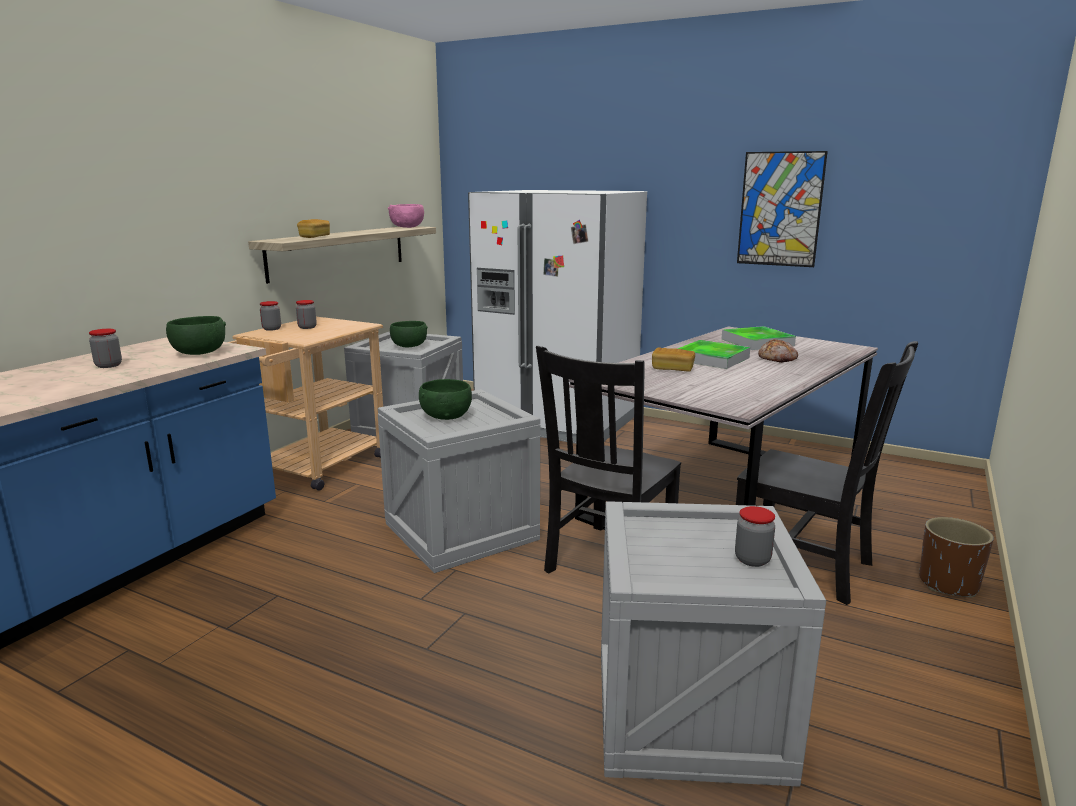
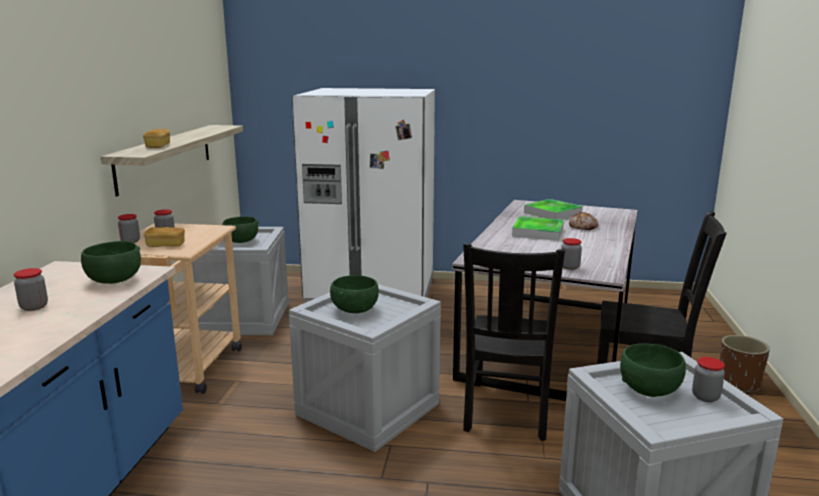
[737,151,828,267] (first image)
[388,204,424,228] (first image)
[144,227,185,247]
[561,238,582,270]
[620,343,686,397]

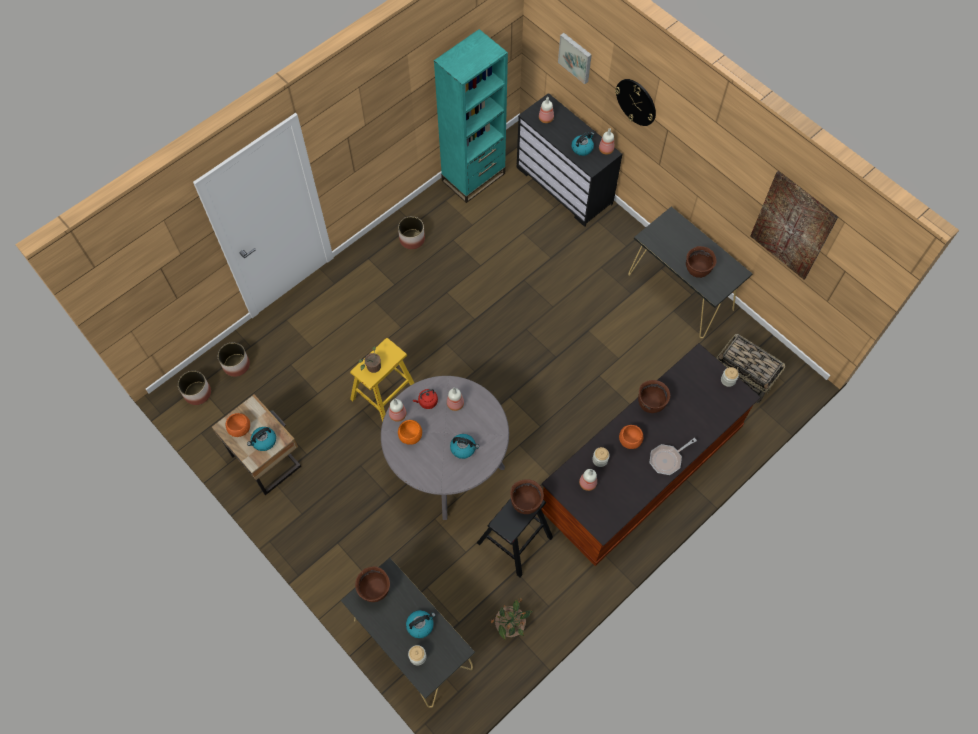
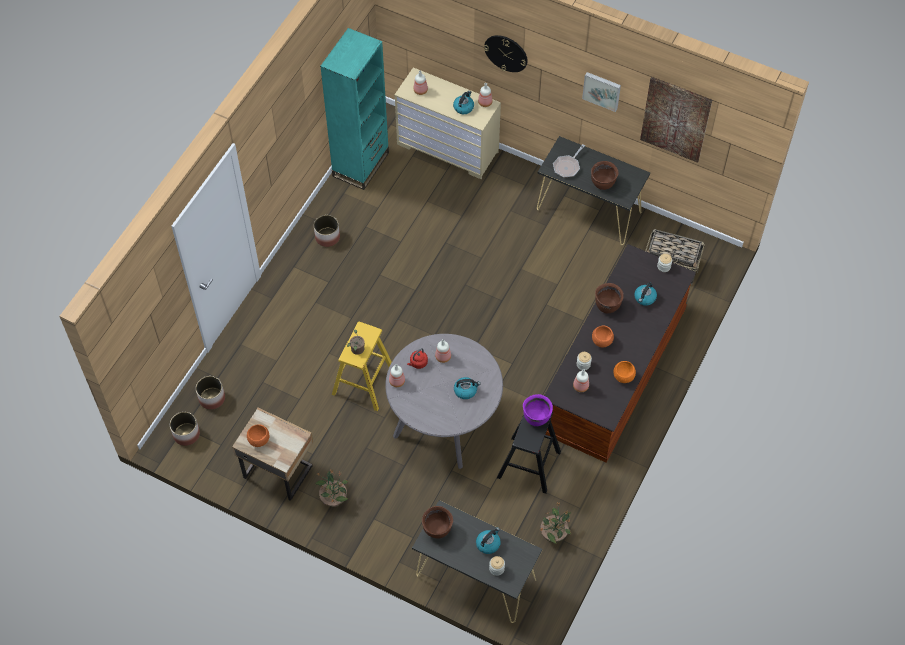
[582,72,621,112]
[394,67,501,179]
[613,361,636,383]
[634,282,657,306]
[553,144,585,178]
[523,394,553,426]
[315,471,348,507]

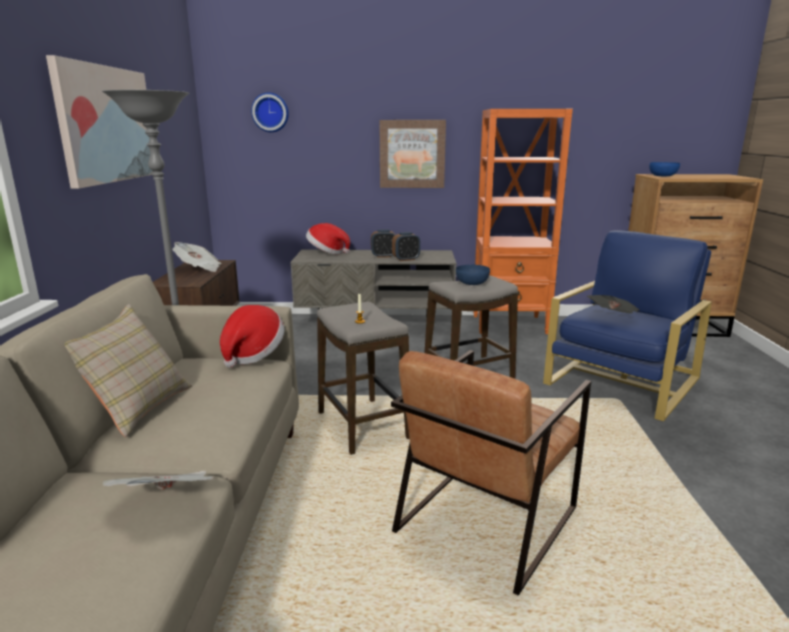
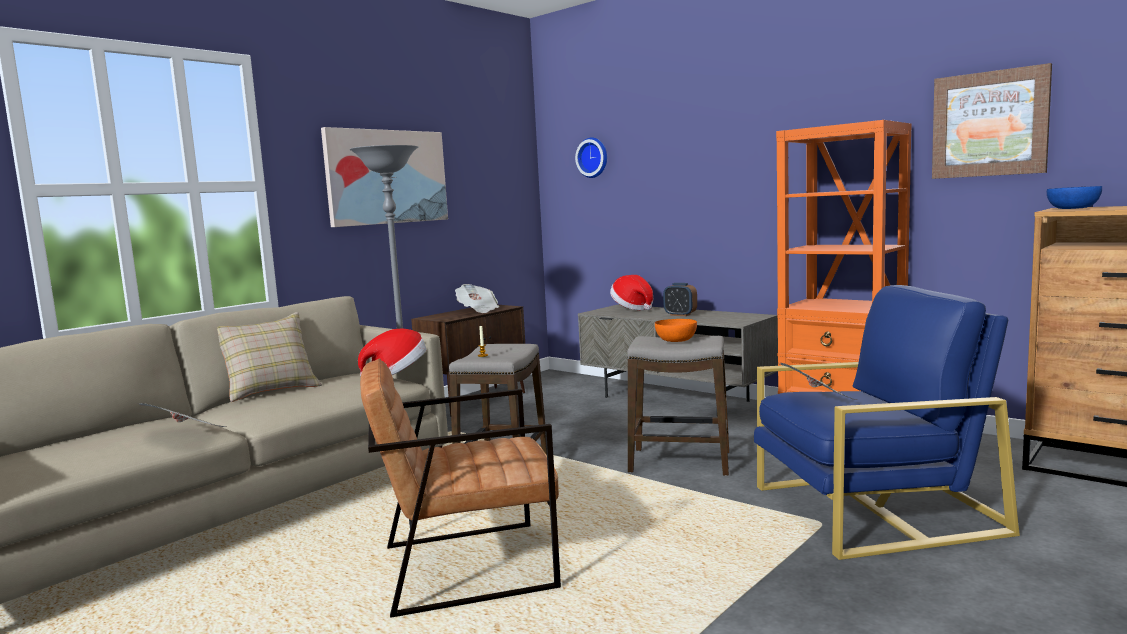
[932,63,1052,179]
[392,232,420,261] (first image)
[655,319,697,342]

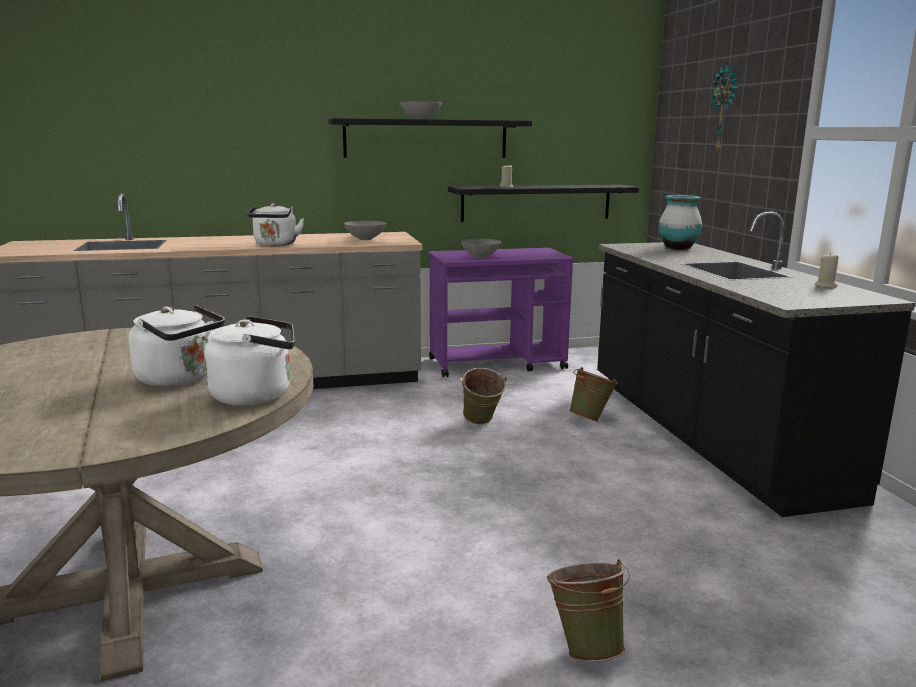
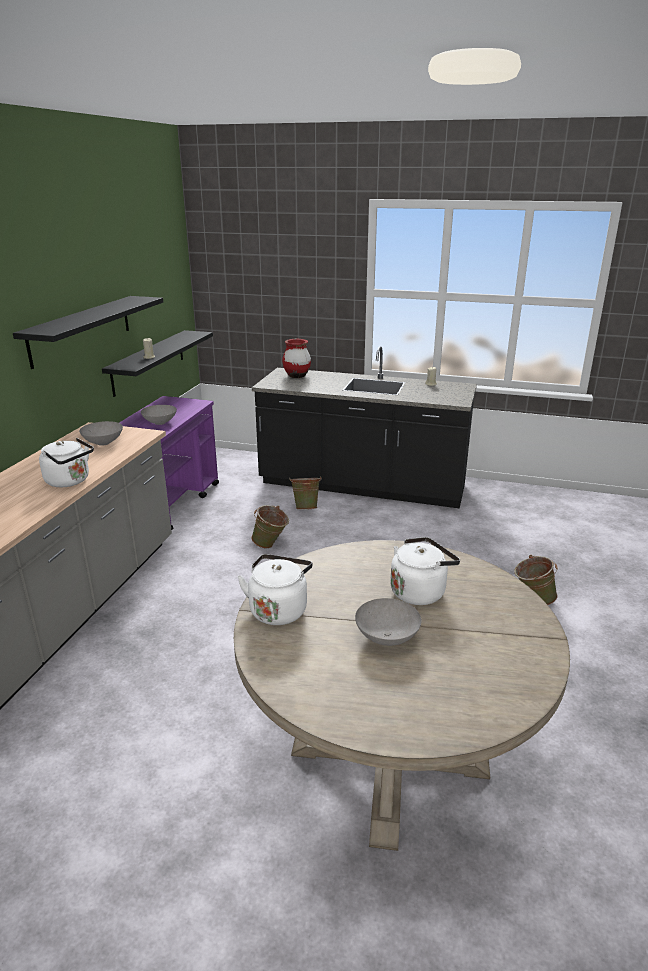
[711,64,738,152] (first image)
[355,598,422,646]
[282,339,311,378]
[237,554,313,625]

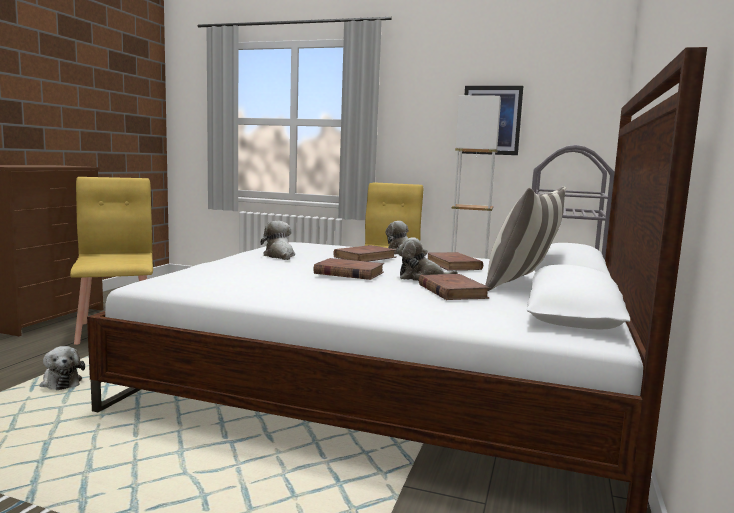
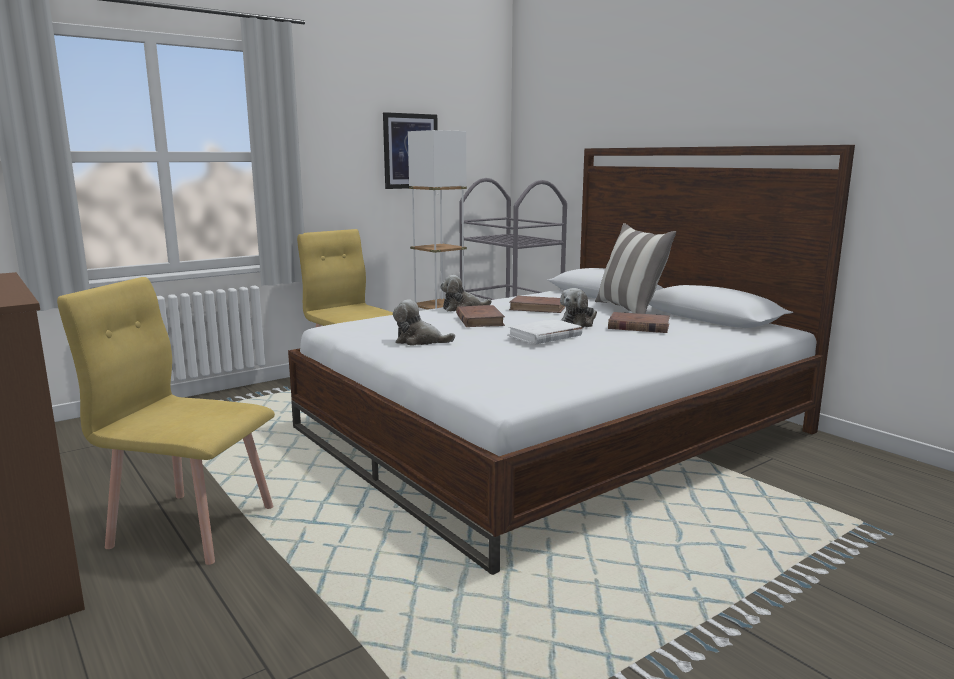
[507,319,582,345]
[40,346,85,390] (first image)

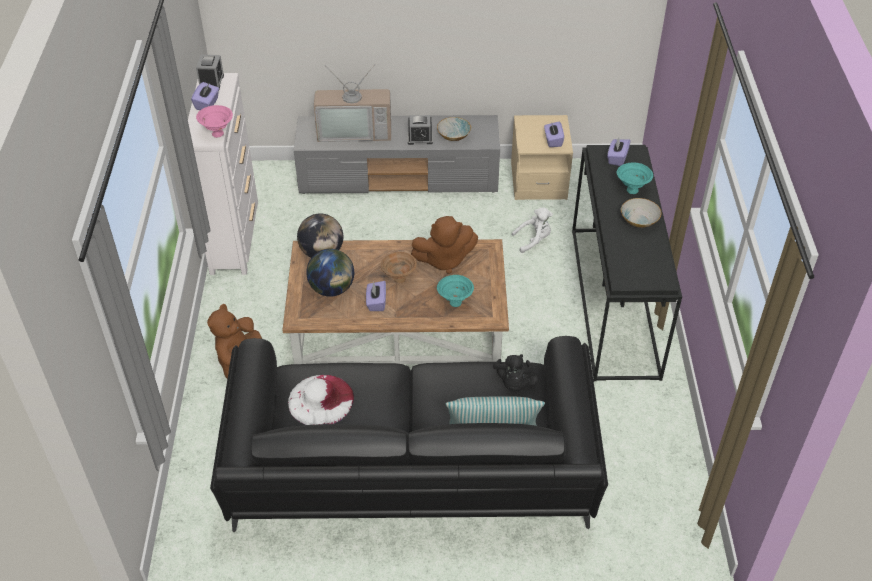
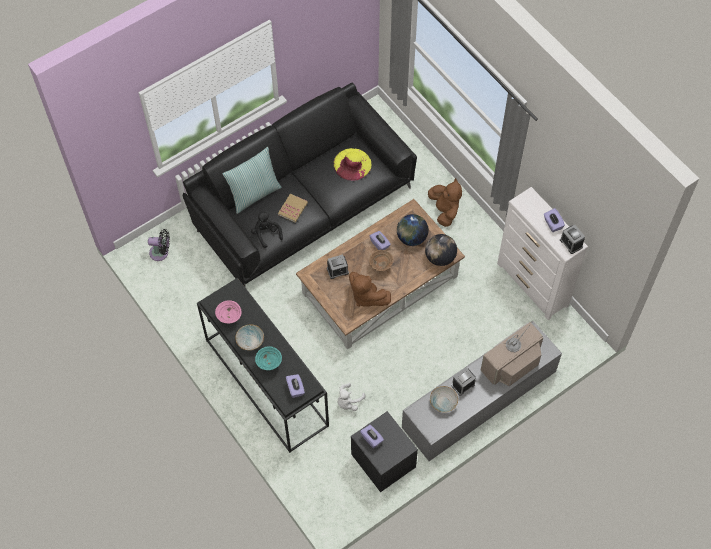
[215,300,241,323]
[351,411,418,492]
[349,272,391,307]
[327,255,349,279]
[334,148,372,181]
[278,194,308,223]
[148,229,170,261]

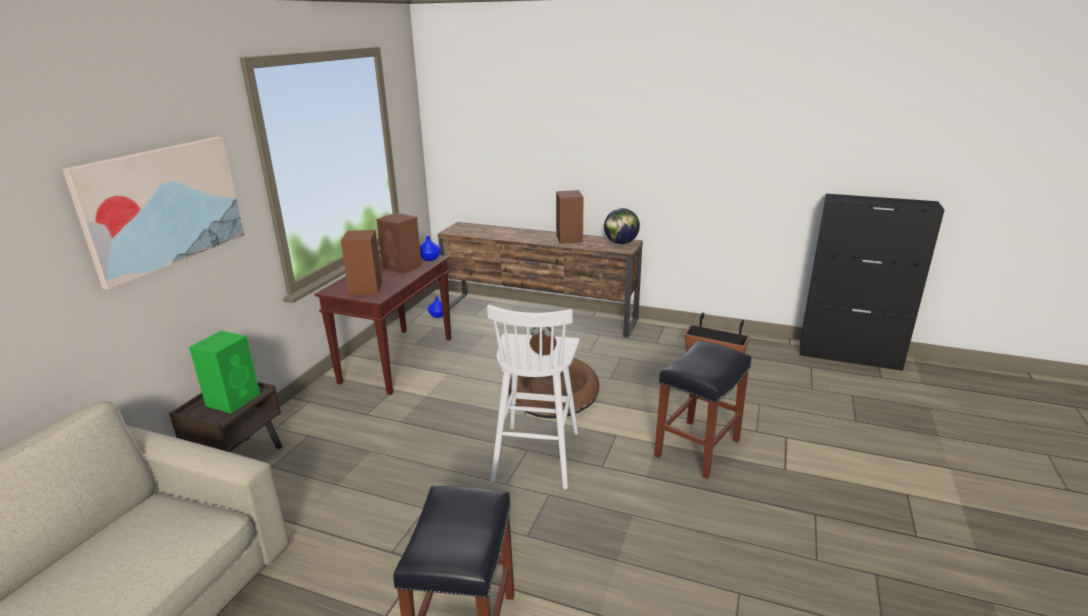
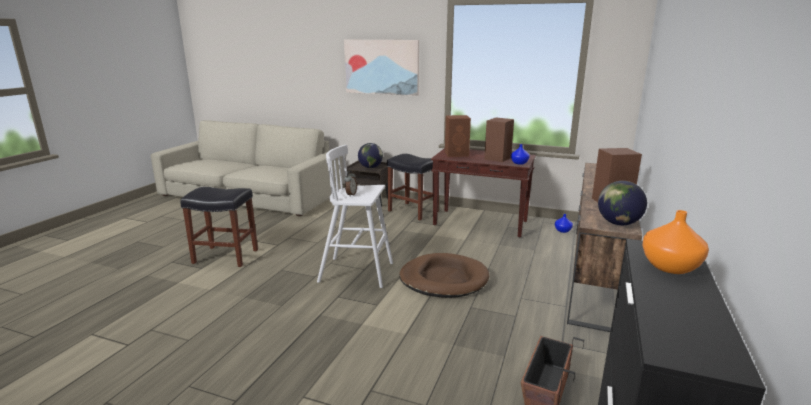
[358,143,383,168]
[387,154,439,220]
[643,210,709,274]

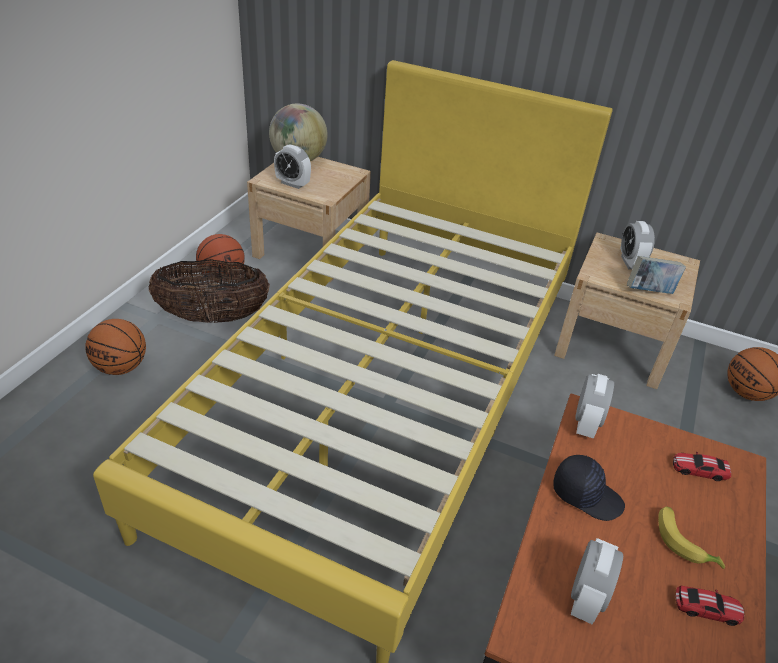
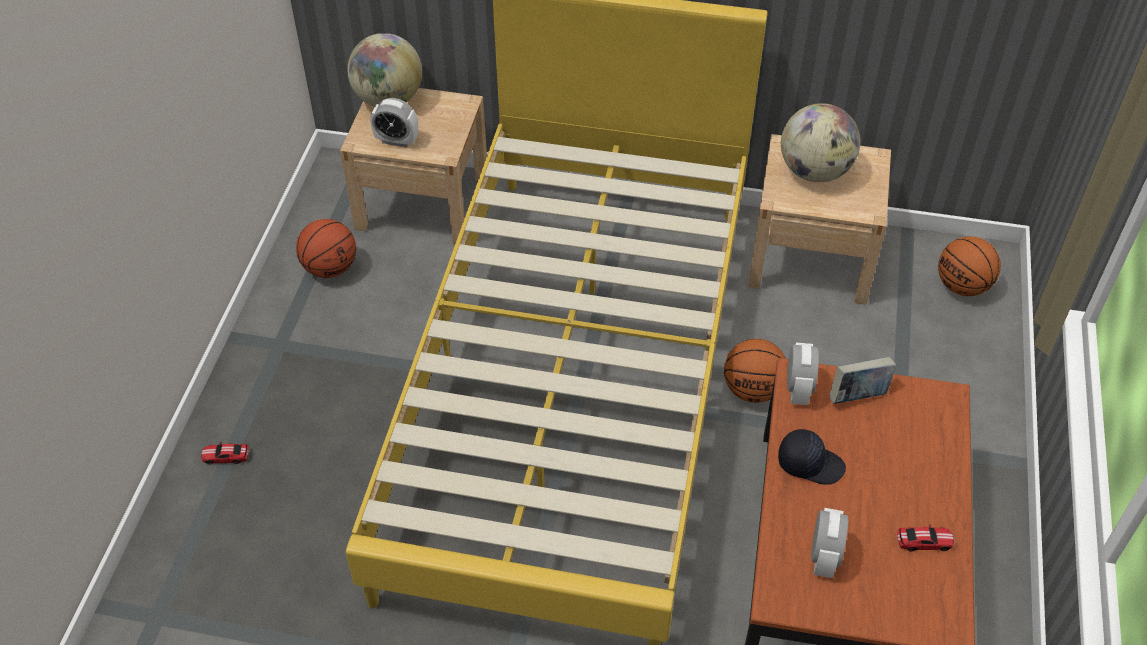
[781,103,860,182]
[829,357,896,404]
[149,259,270,323] (first image)
[724,339,786,403]
[201,442,249,465]
[658,506,725,569] (first image)

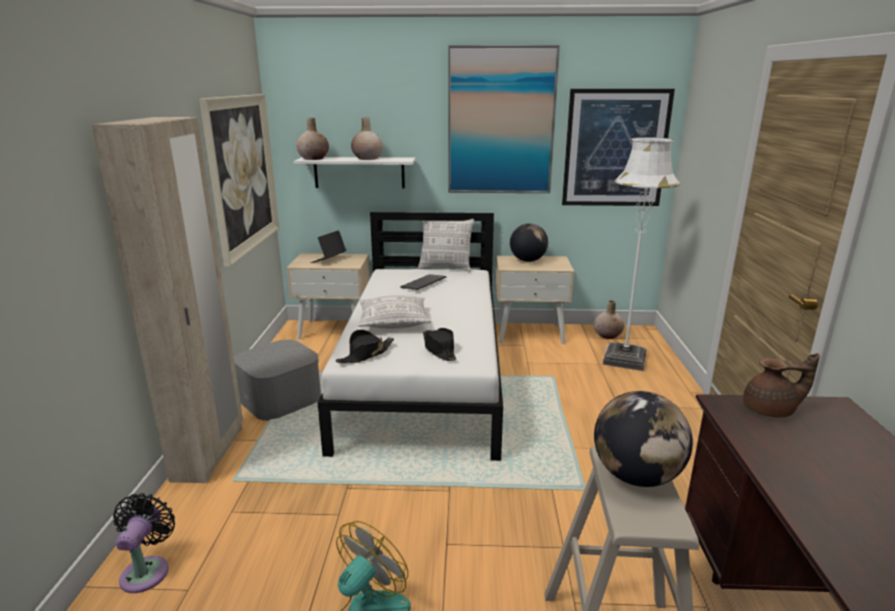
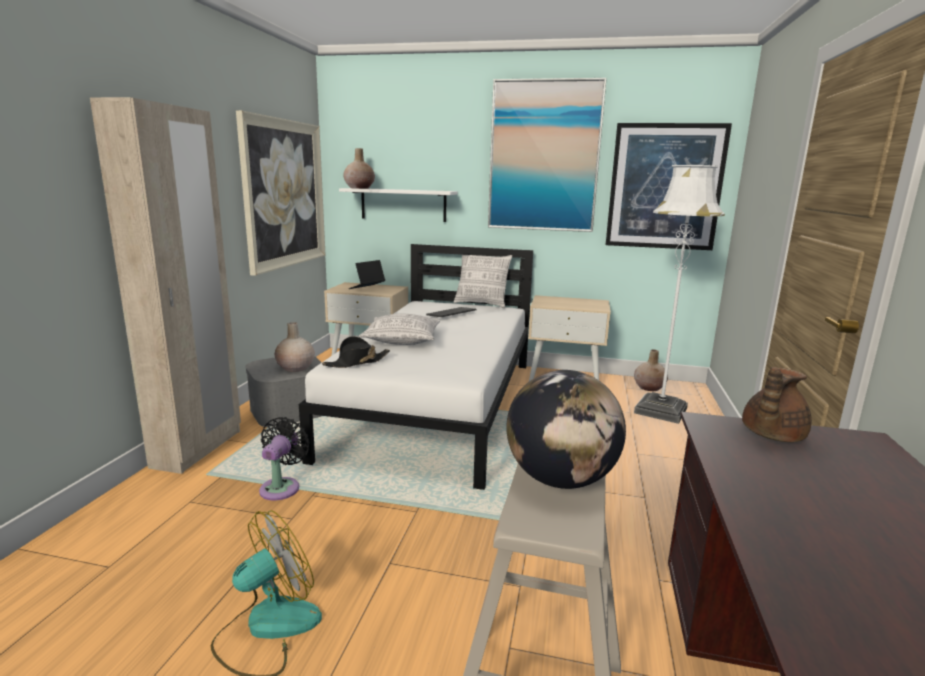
[275,322,315,372]
[510,223,548,262] (first image)
[423,328,456,361] (first image)
[742,367,812,442]
[259,417,310,500]

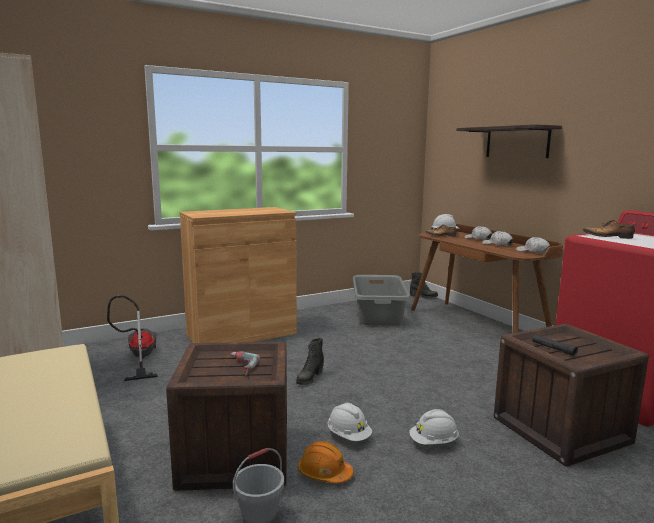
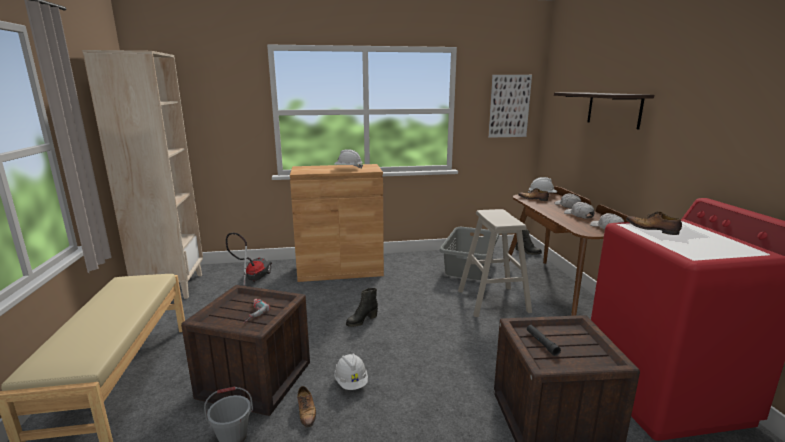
[334,149,363,169]
[297,386,316,427]
[488,75,532,138]
[458,209,532,317]

